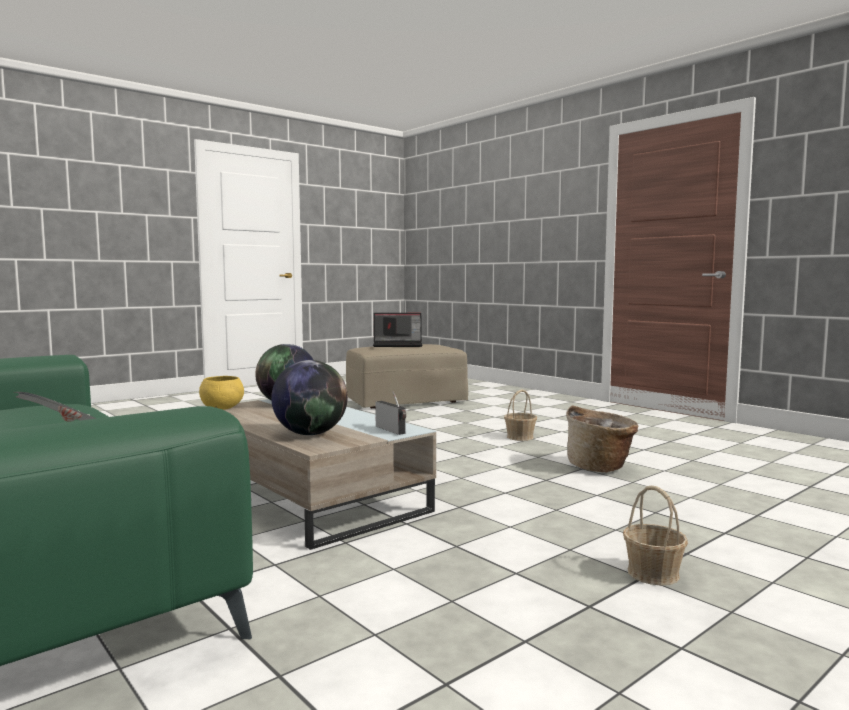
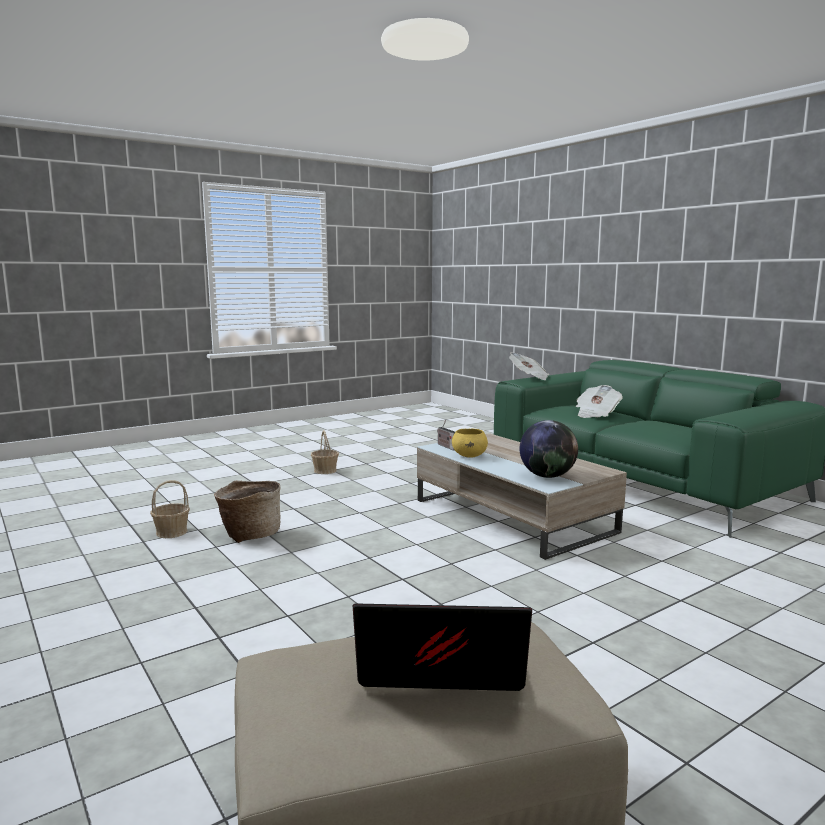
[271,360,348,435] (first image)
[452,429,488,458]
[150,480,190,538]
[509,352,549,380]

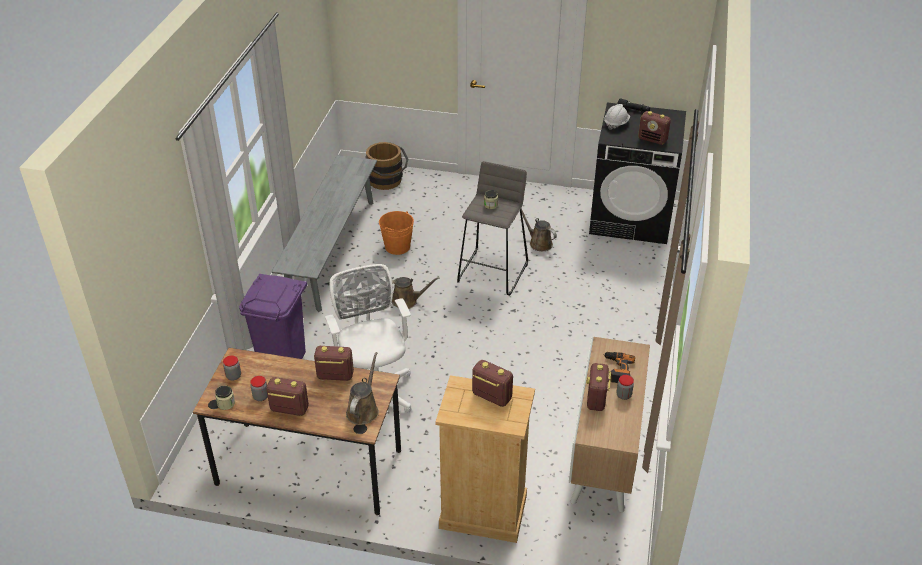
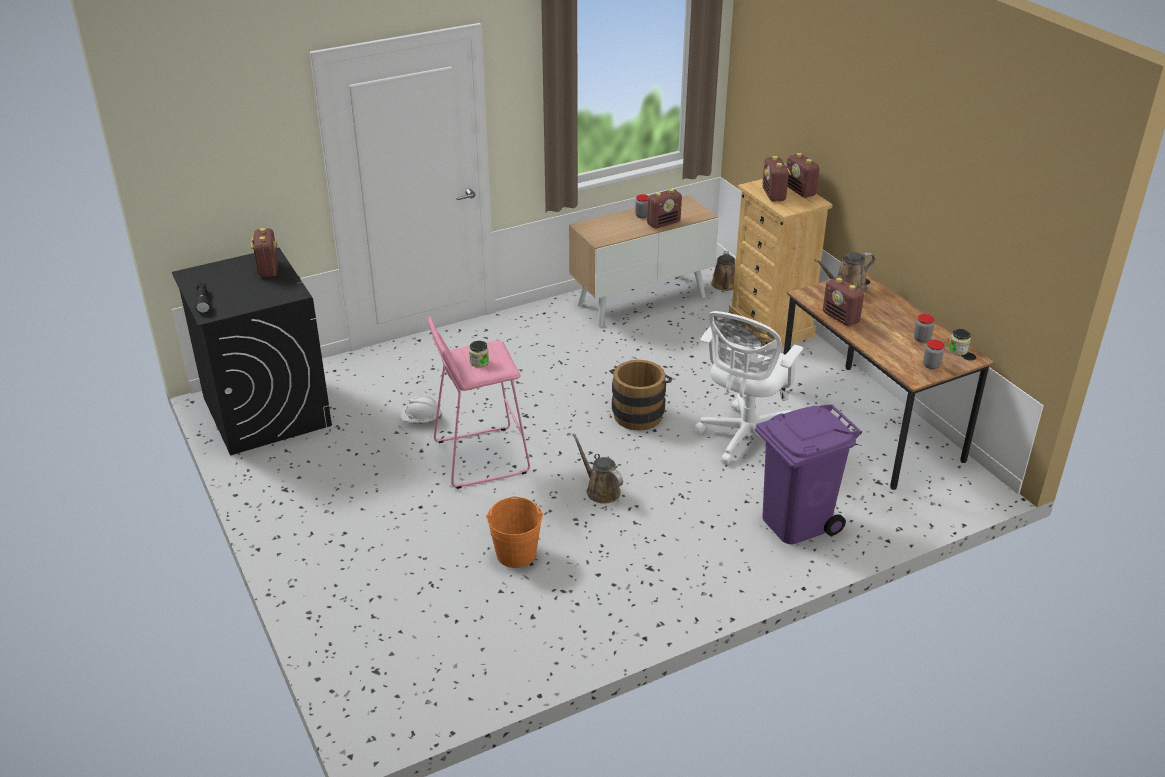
[401,396,442,422]
[609,360,672,431]
[272,155,377,312] (first image)
[428,317,530,489]
[711,251,735,291]
[603,352,635,383] (first image)
[787,153,821,198]

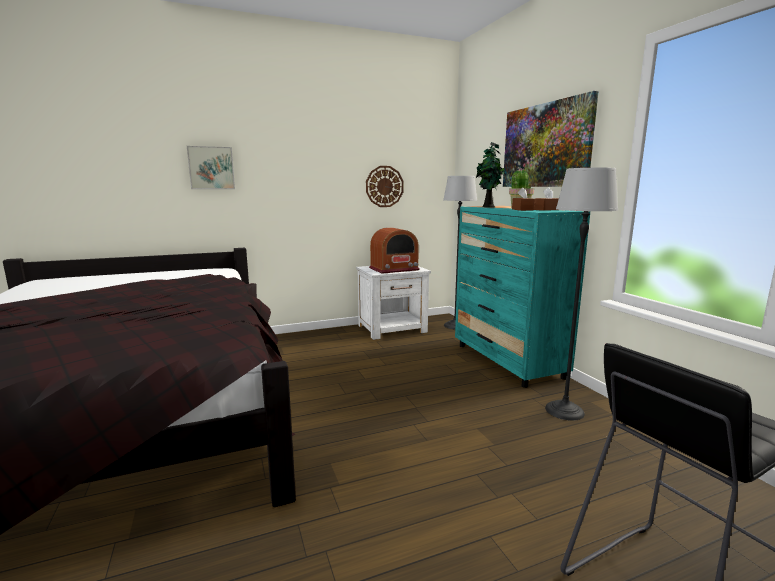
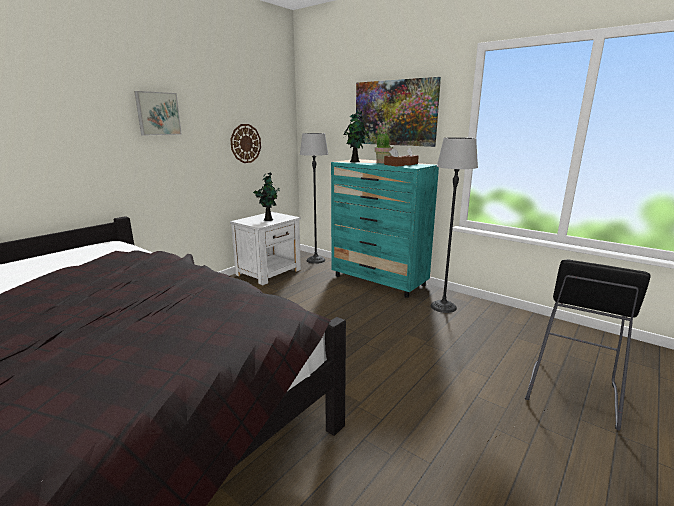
[134,91,182,135]
[253,173,280,221]

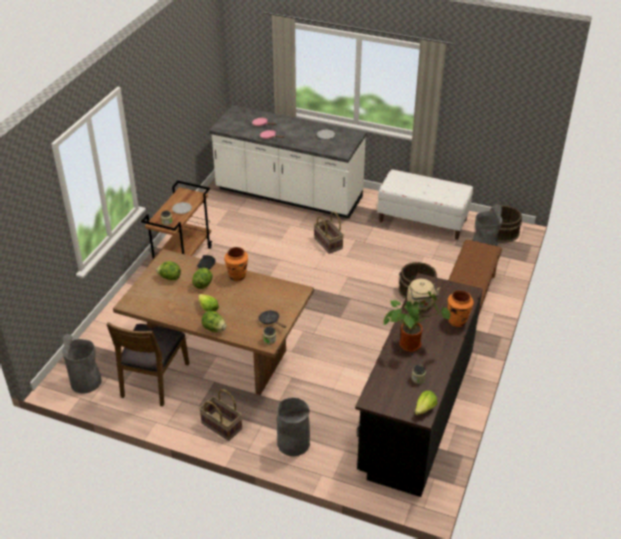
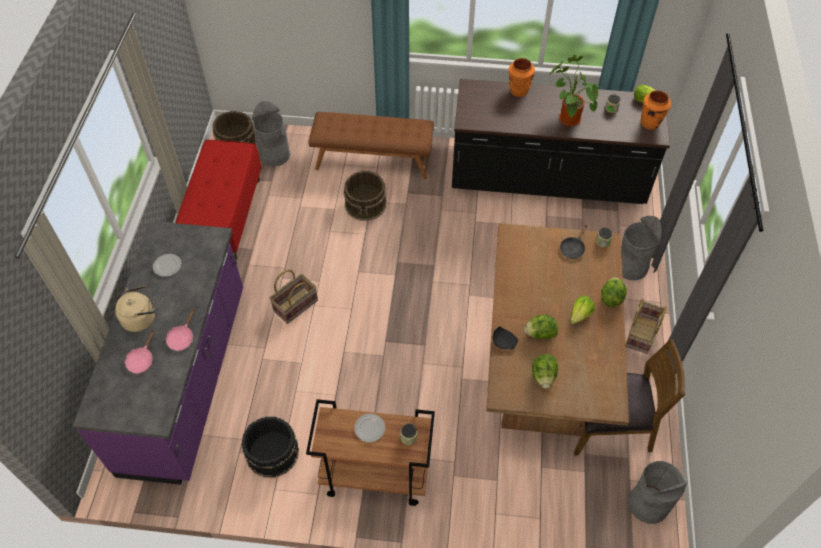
[73,221,243,485]
[176,140,261,260]
[641,90,671,130]
[115,286,155,332]
[242,417,299,478]

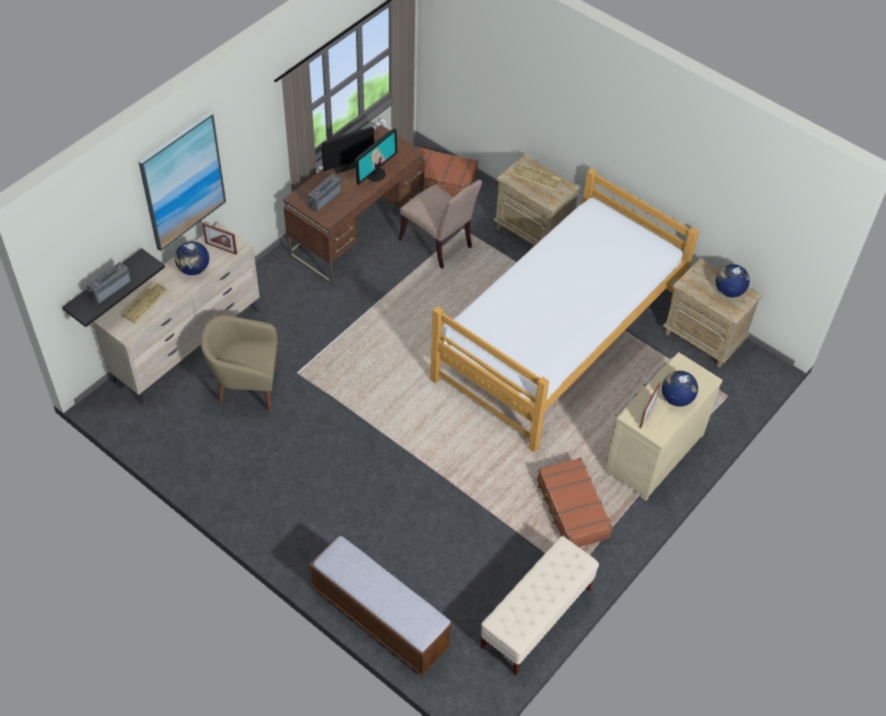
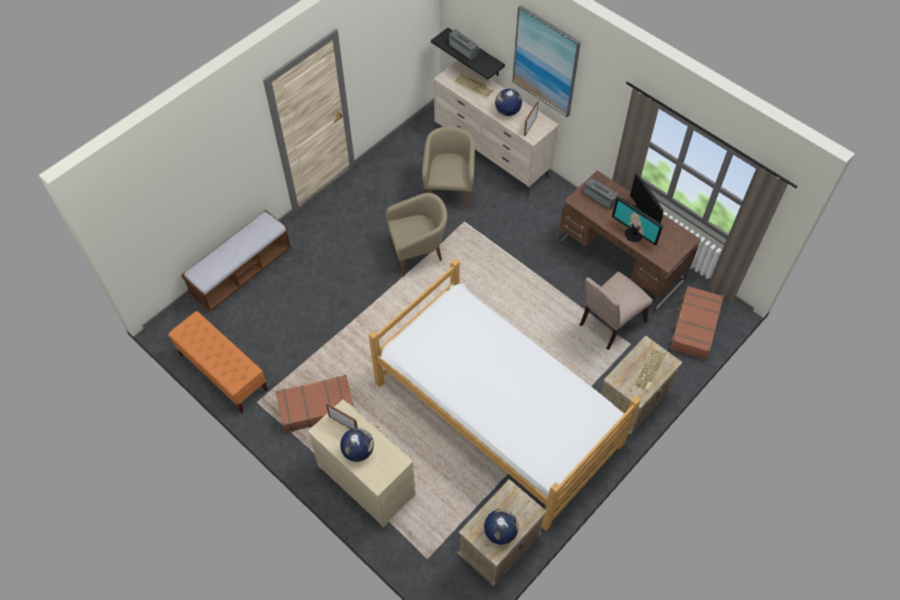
[168,311,268,413]
[386,193,447,276]

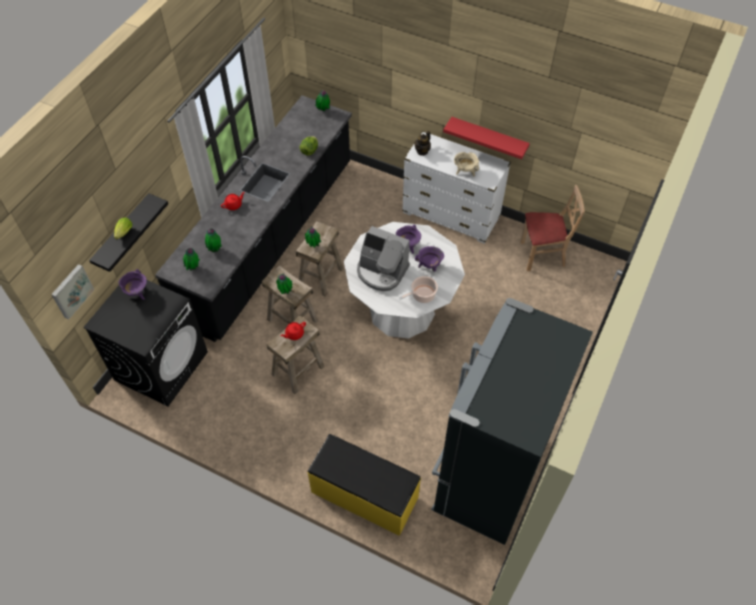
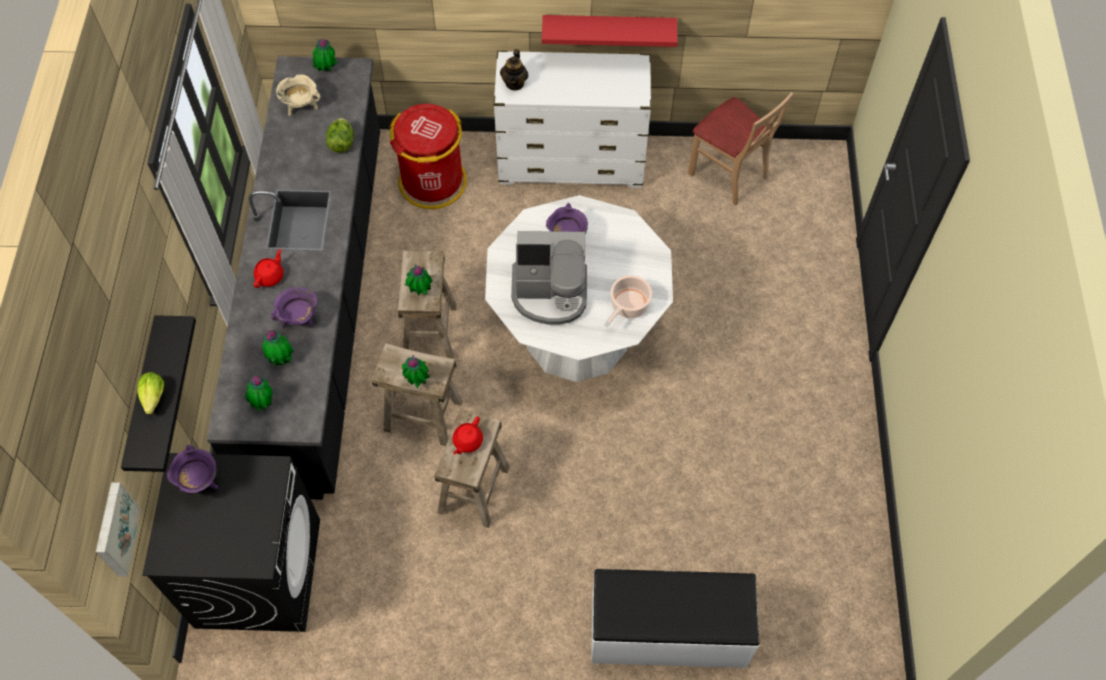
[276,74,321,116]
[688,92,793,206]
[271,287,317,329]
[431,298,593,545] (first image)
[591,569,759,668]
[389,104,467,209]

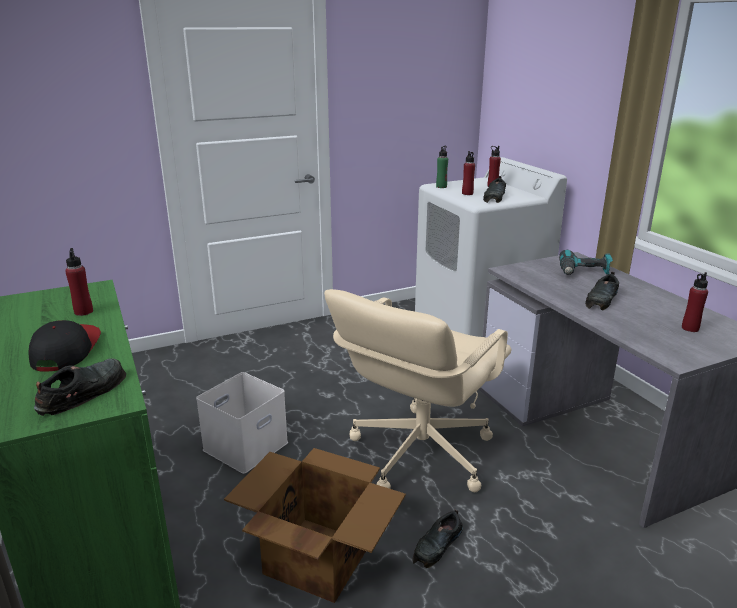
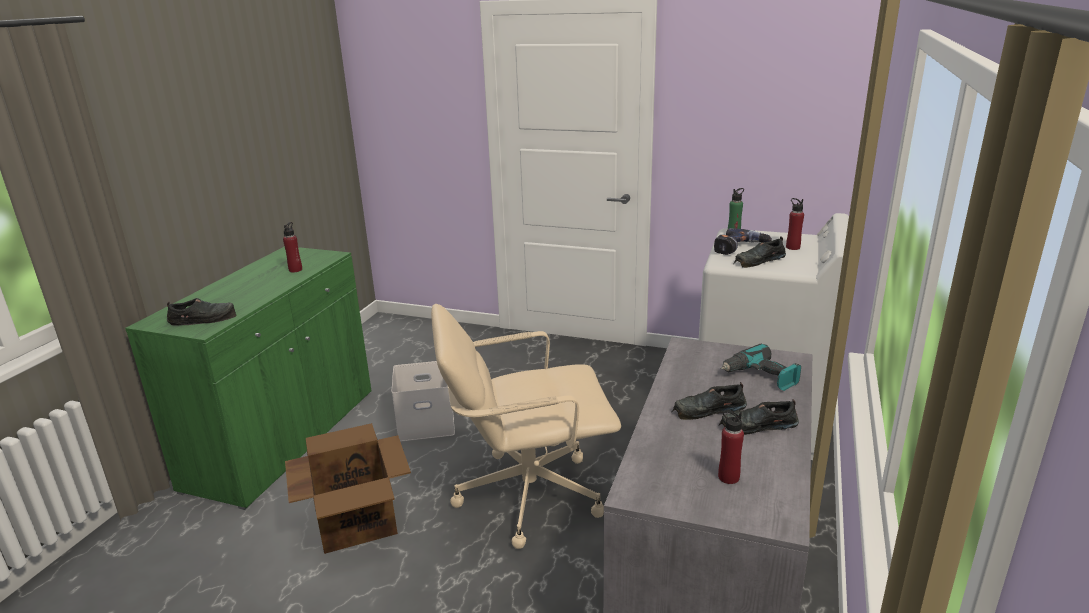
[714,228,772,255]
[28,320,101,372] (first image)
[718,399,799,435]

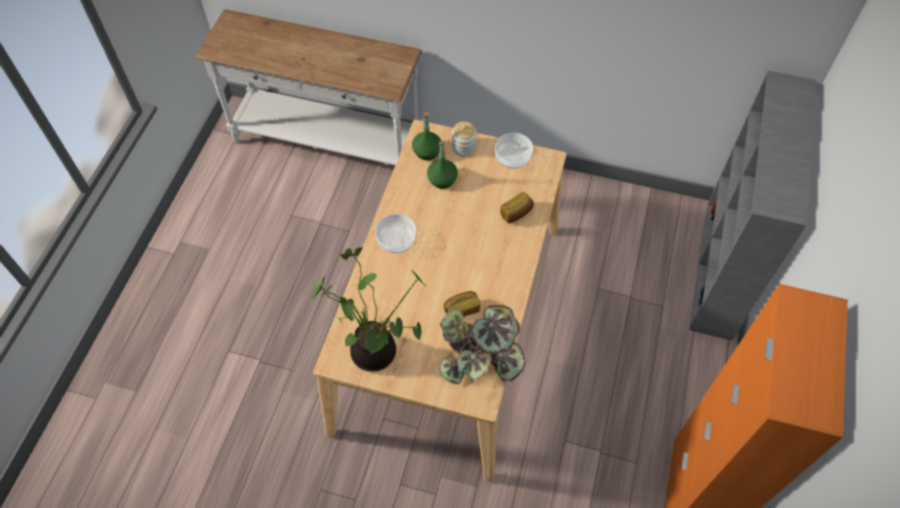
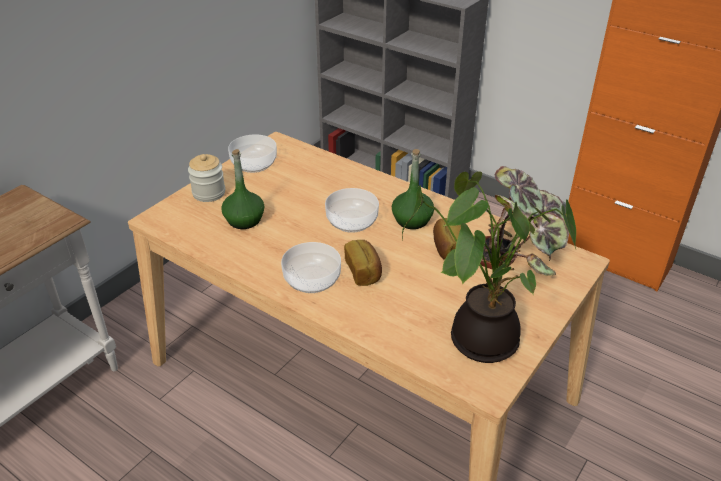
[392,149,434,229]
[344,240,382,286]
[325,188,379,233]

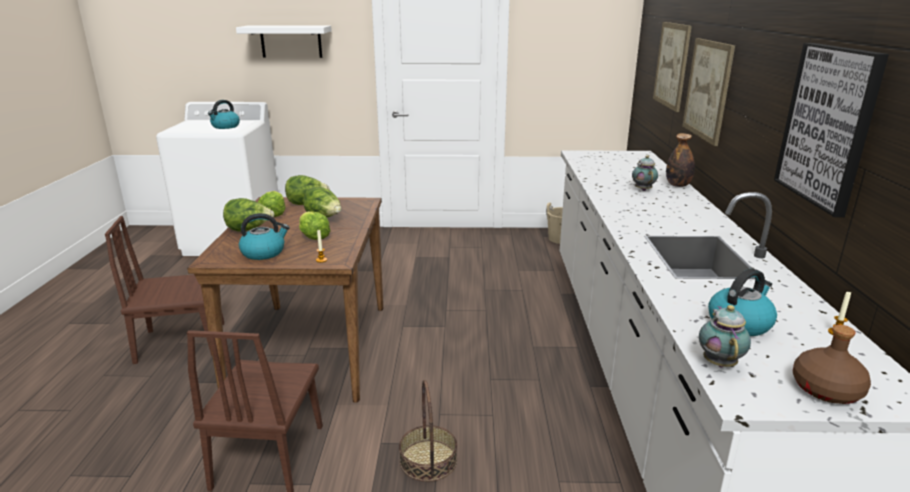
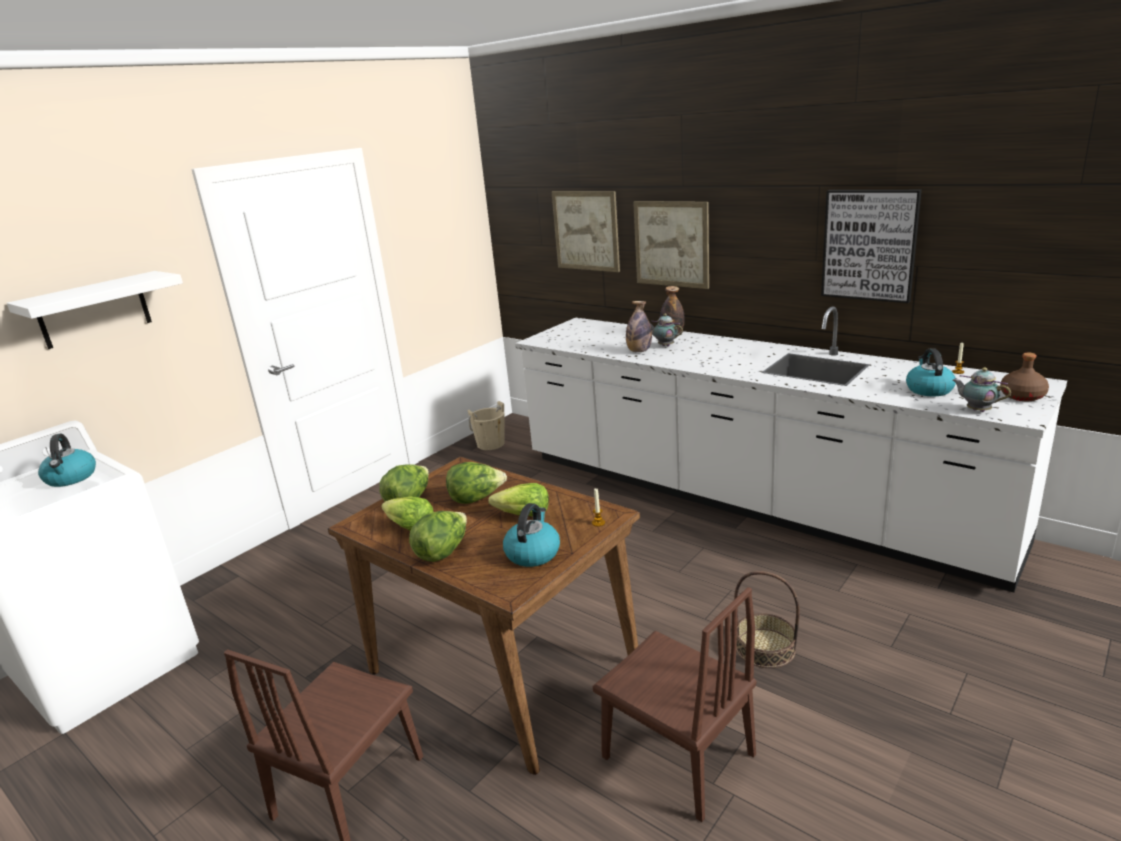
[626,301,652,352]

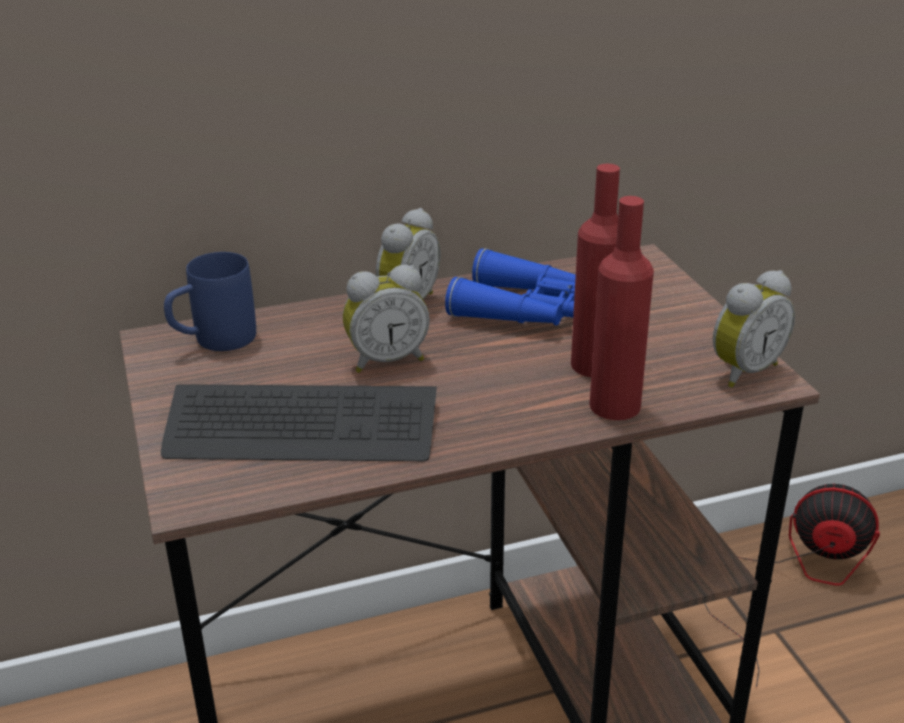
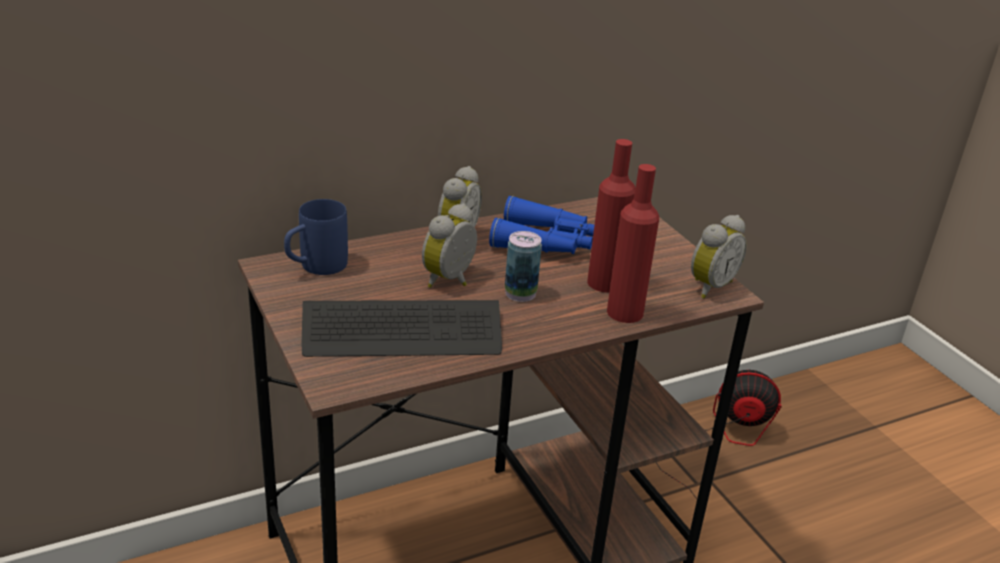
[422,203,477,288]
[505,231,542,302]

